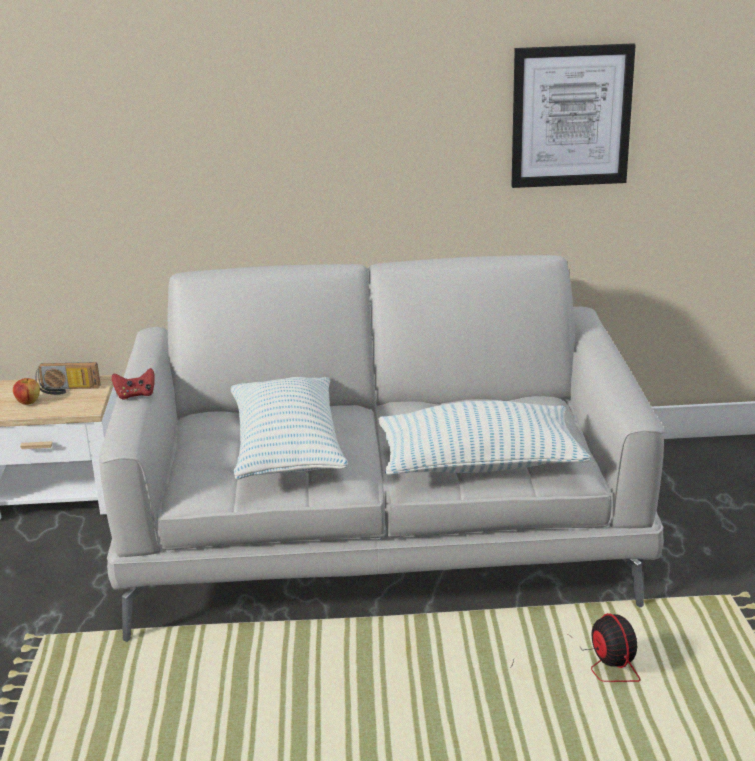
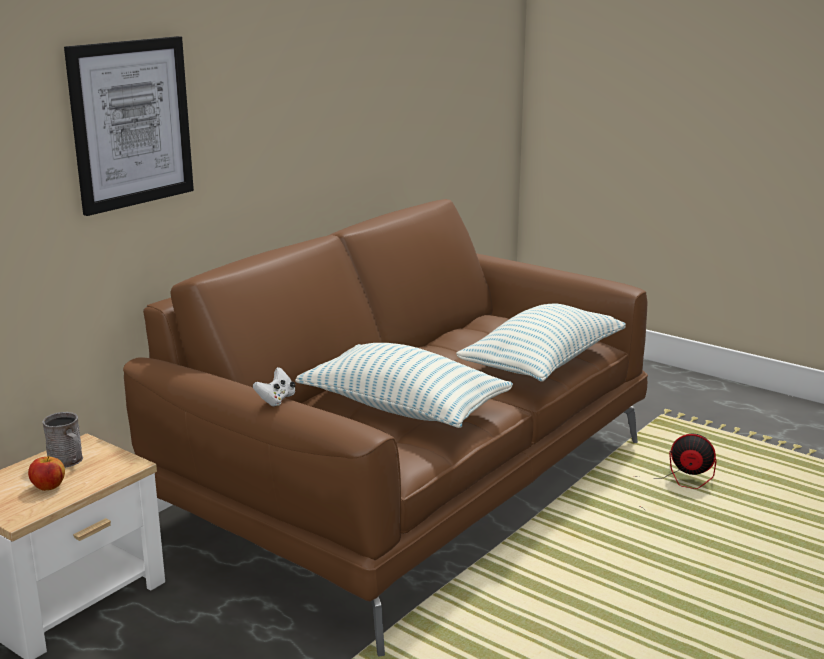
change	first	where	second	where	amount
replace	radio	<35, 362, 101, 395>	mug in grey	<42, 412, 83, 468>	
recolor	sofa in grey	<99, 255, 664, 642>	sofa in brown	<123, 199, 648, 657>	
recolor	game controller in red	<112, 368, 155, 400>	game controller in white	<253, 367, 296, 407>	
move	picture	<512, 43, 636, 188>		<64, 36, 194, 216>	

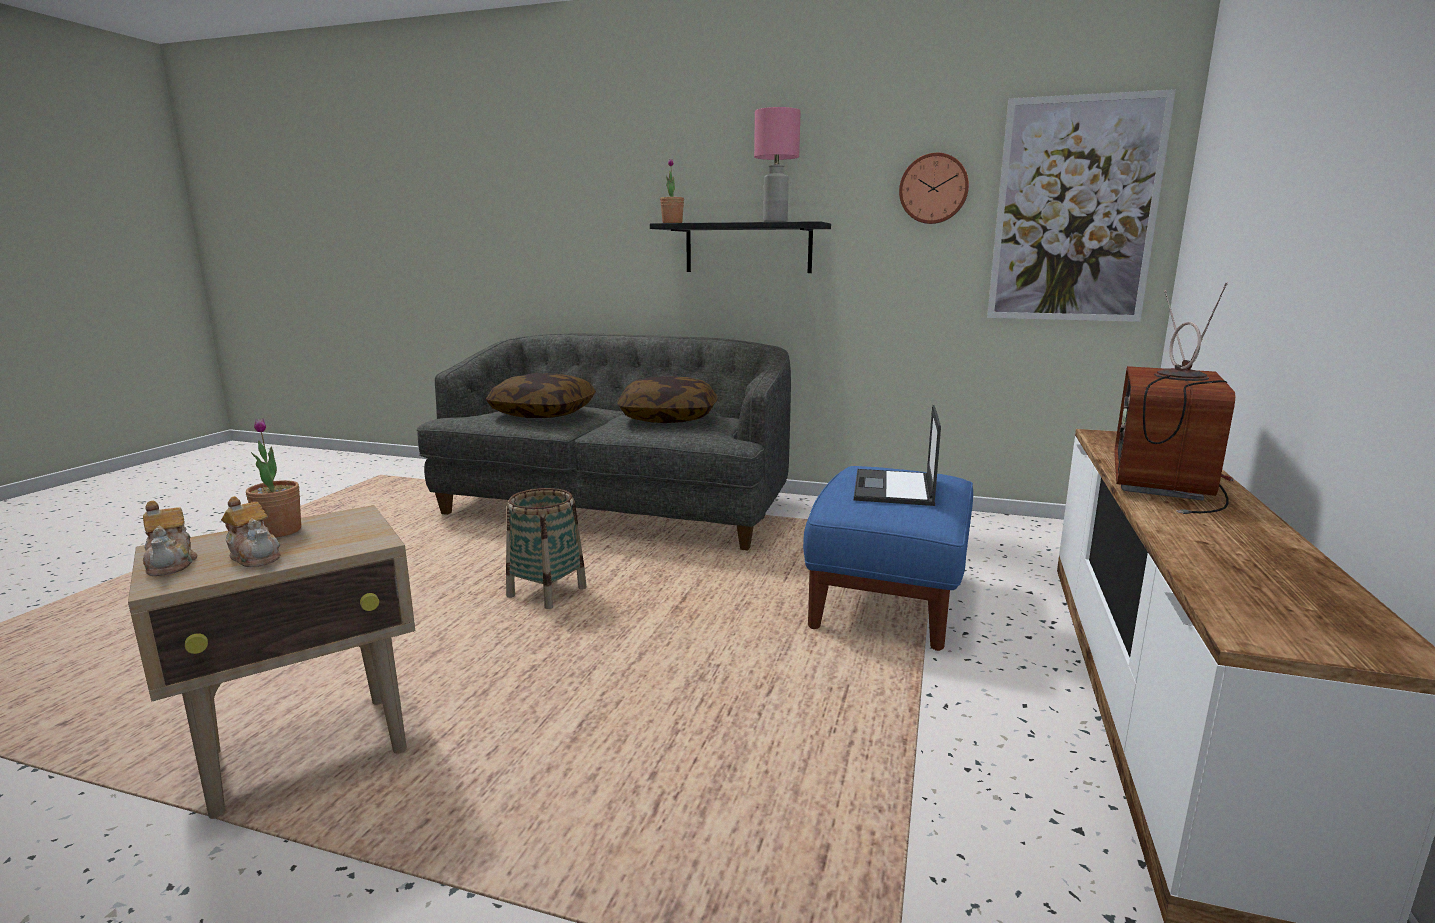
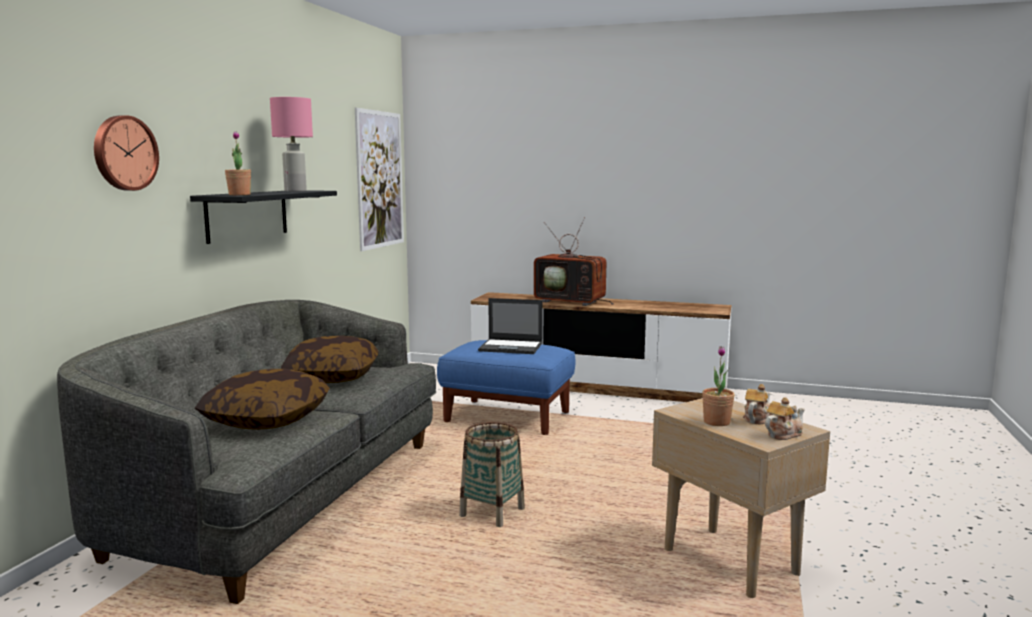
change	first	where	second	where	amount
move	wall clock	<899, 153, 969, 224>		<94, 115, 159, 191>	

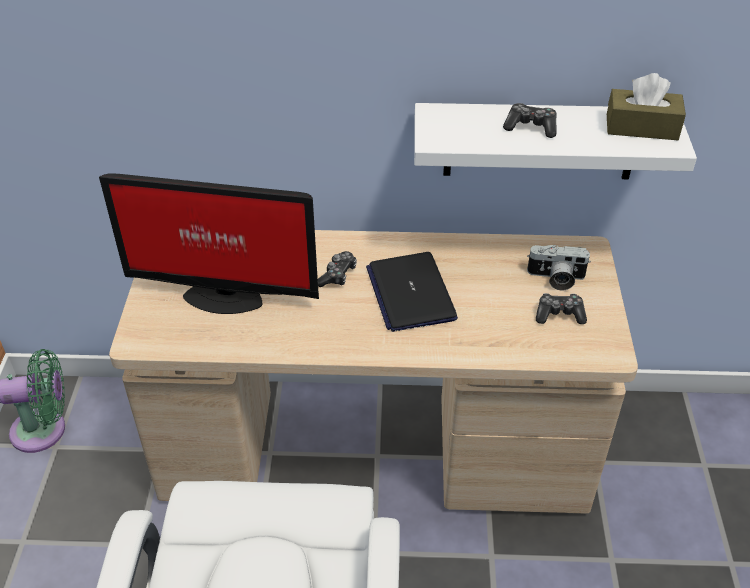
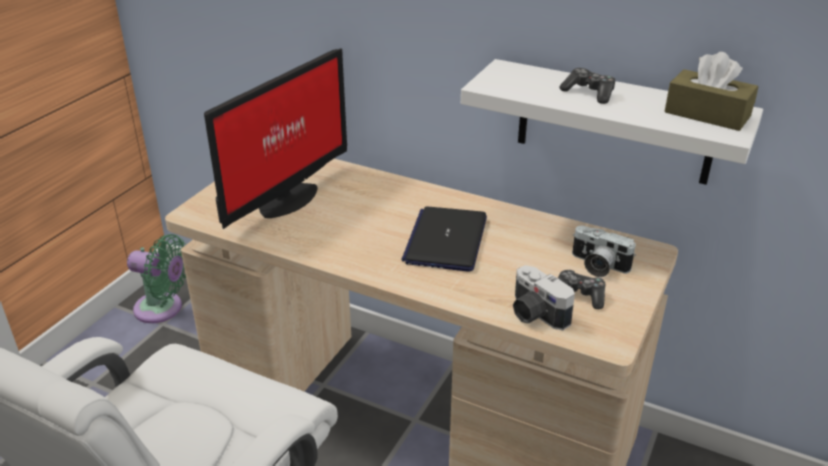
change	first	where	second	where	amount
rotate	monitor	<99, 173, 319, 314>		<204, 48, 347, 229>	90 degrees counterclockwise
delete	game controller	<318, 251, 357, 287>			
insert			photo camera	<513, 265, 575, 330>	

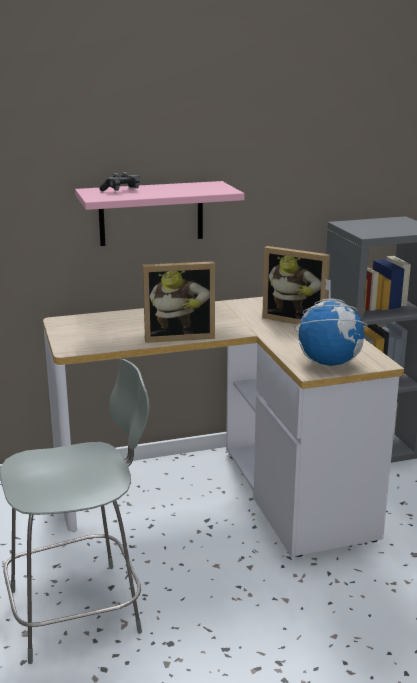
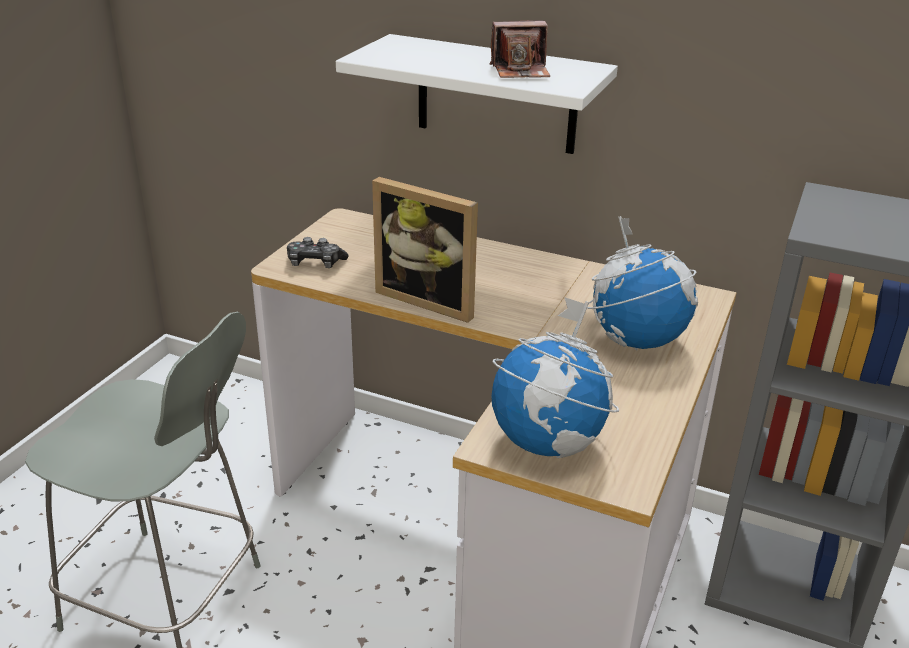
change	first	where	second	where	amount
recolor	shelf in pink	<75, 181, 245, 246>	shelf in white	<336, 34, 618, 154>	
move	game controller	<99, 172, 140, 191>		<287, 237, 348, 268>	
replace	picture frame	<262, 246, 330, 325>	globe	<587, 216, 698, 350>	
insert			photo camera	<489, 20, 550, 78>	

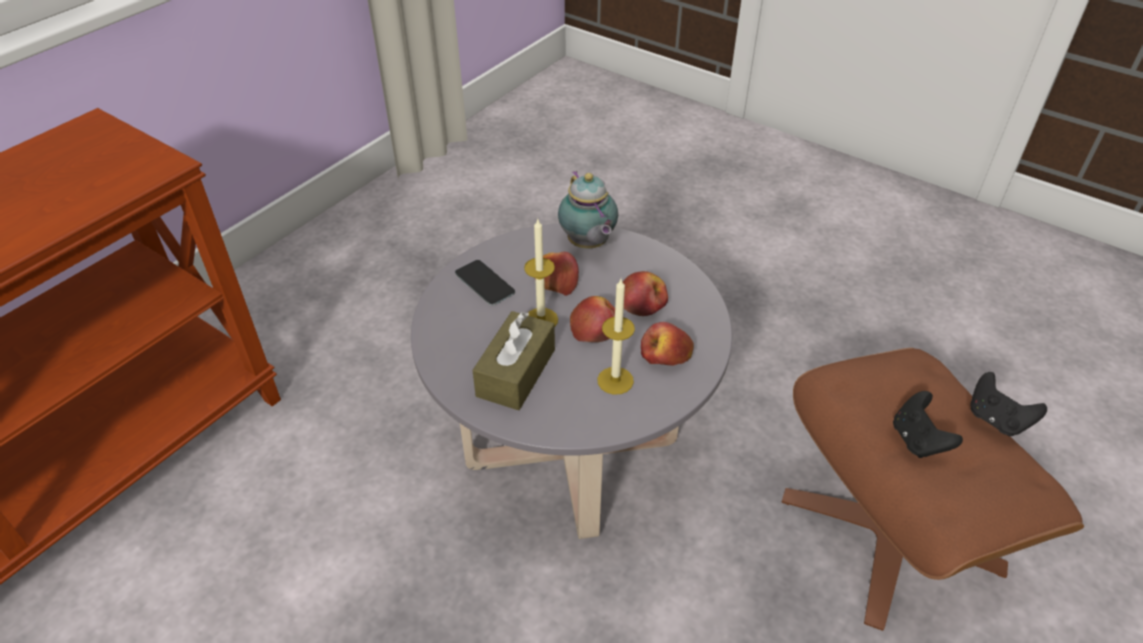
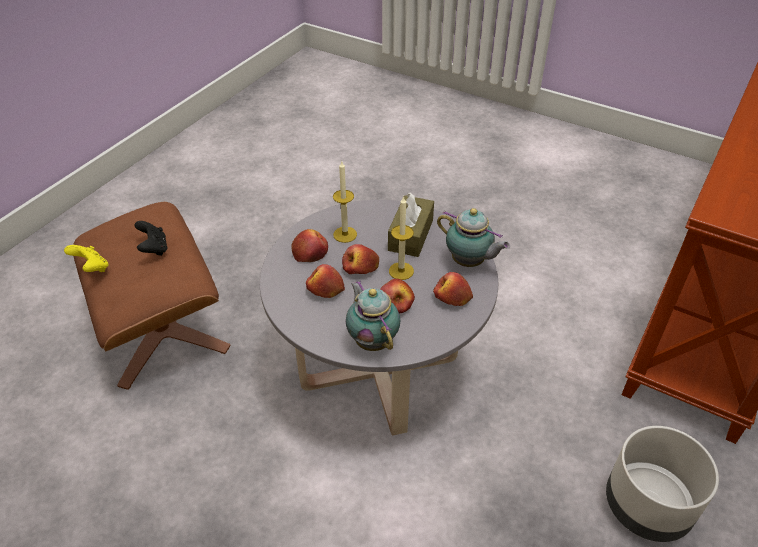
change	first	where	second	where	amount
replace	phone	<455, 260, 515, 306>	apple	<433, 272, 473, 306>	
recolor	game controller in black	<970, 372, 1047, 436>	game controller in yellow	<64, 245, 109, 272>	
insert			teapot	<437, 208, 510, 267>	
insert			planter in grey	<606, 426, 719, 542>	

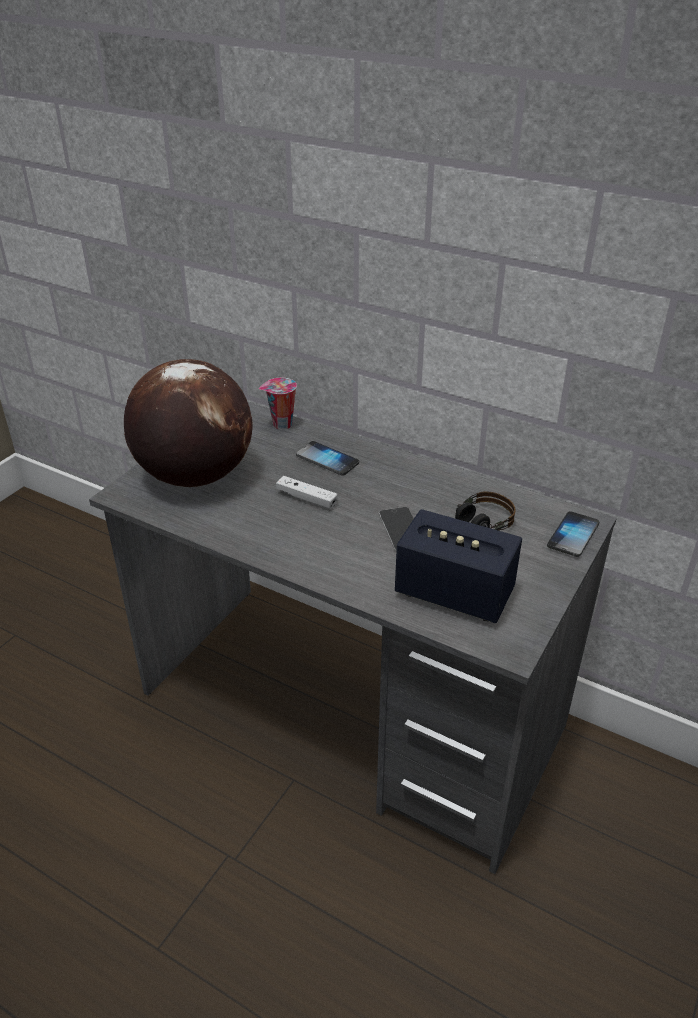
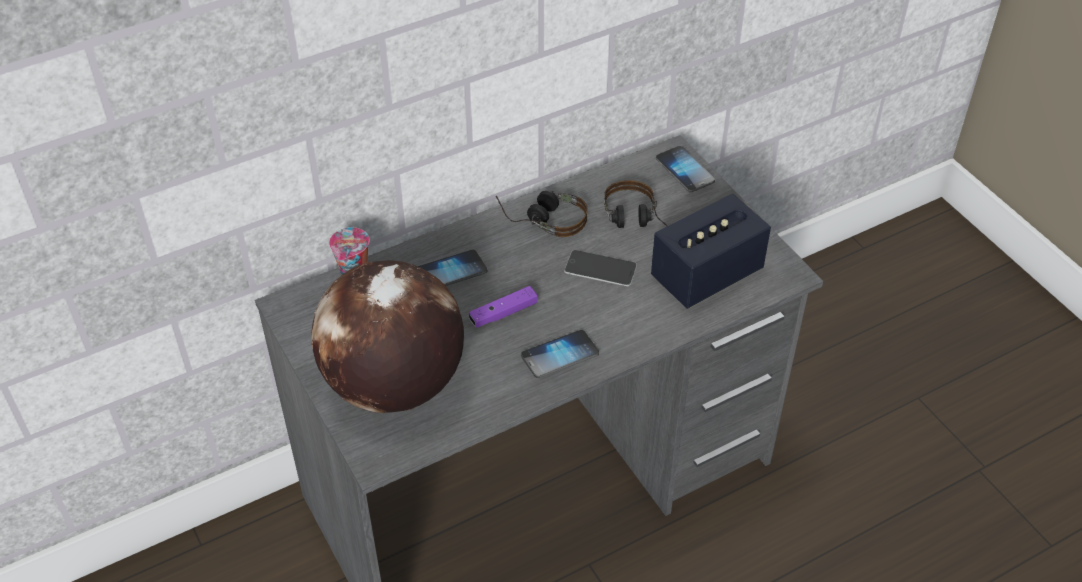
change	first	where	second	where	amount
recolor	game controller in white	<276, 476, 337, 509>	game controller in purple	<469, 286, 538, 328>	
insert			headphones	<495, 191, 588, 237>	
insert			phone	<521, 330, 599, 378>	

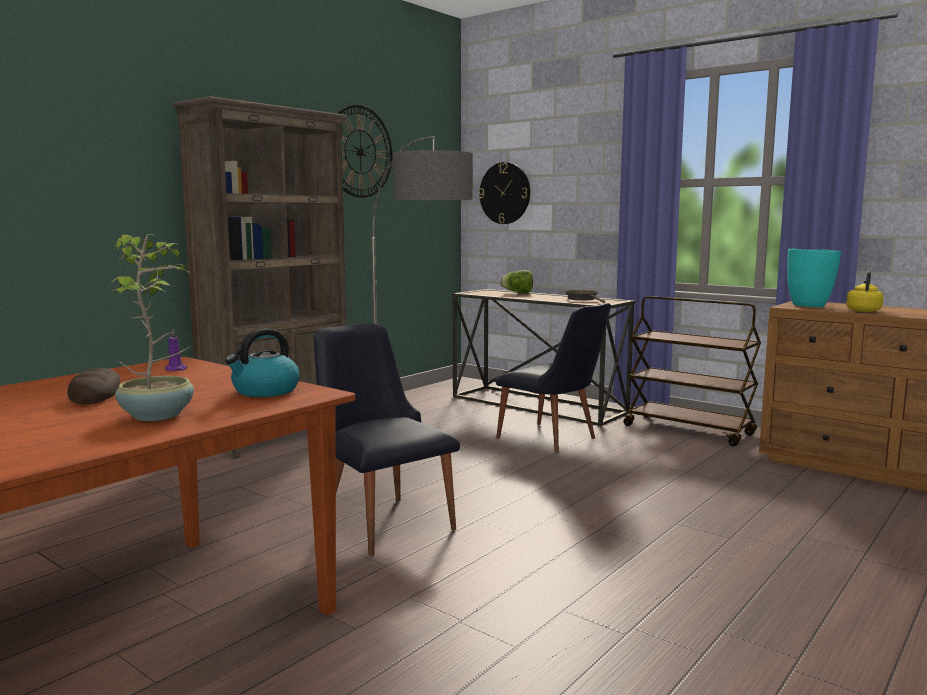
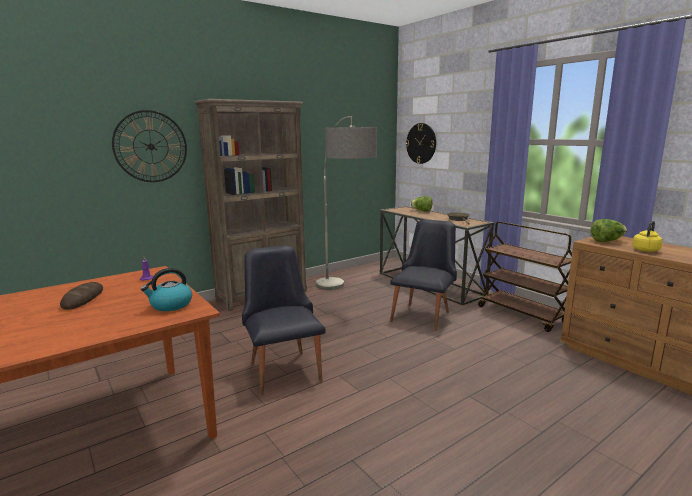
change	first	where	second	where	amount
delete	potted plant	<107, 234, 194, 421>			
move	wall clock	<337, 105, 392, 198>		<112, 110, 187, 182>	
rotate	chair in black	<496, 303, 611, 453>		<390, 219, 457, 331>	120 degrees counterclockwise
replace	vase in turquoise	<787, 248, 841, 307>	lettuce	<590, 219, 627, 242>	

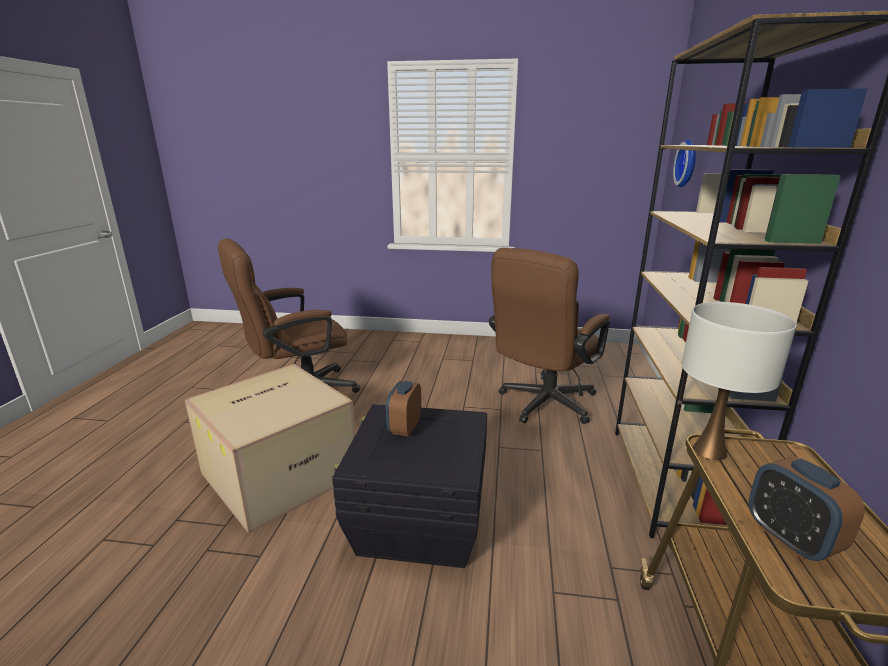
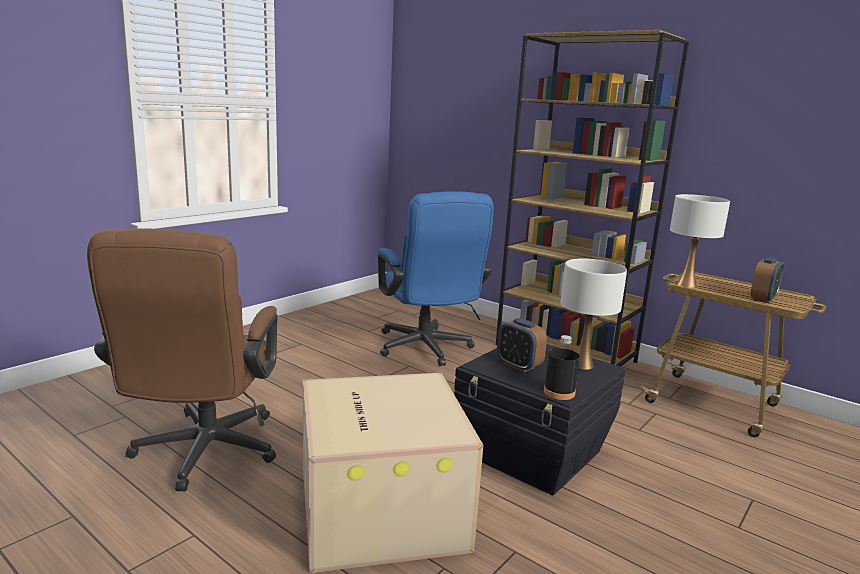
change	first	where	second	where	amount
recolor	office chair in brown	<489, 248, 610, 424>	office chair in blue	<378, 191, 494, 366>	
delete	wall clock	<673, 140, 696, 187>			
rotate	alarm clock	<749, 457, 865, 561>		<750, 257, 784, 303>	60 degrees counterclockwise
insert			bottle in black	<544, 335, 580, 400>	
insert			table lamp in white	<560, 259, 627, 370>	

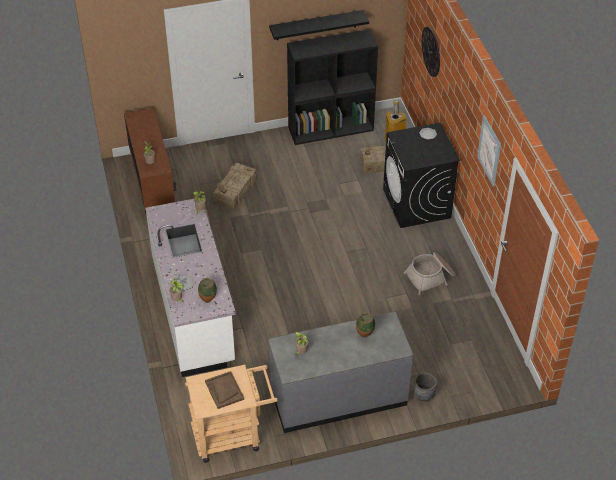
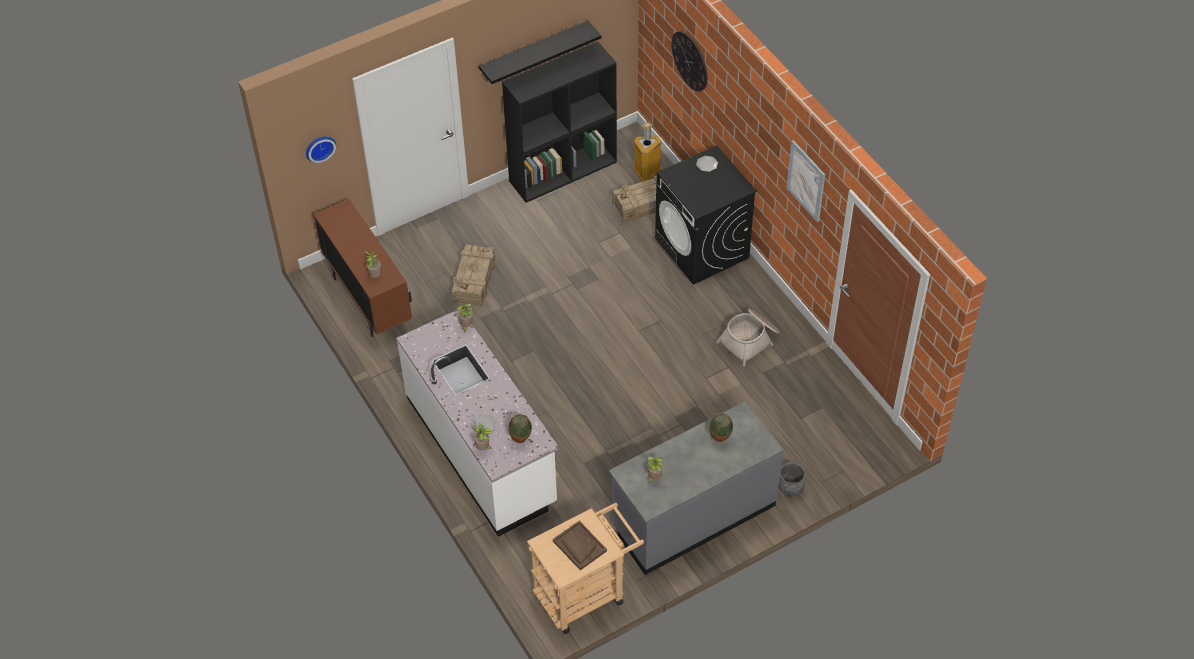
change	first	where	second	where	amount
insert			wall clock	<306, 136, 336, 163>	

